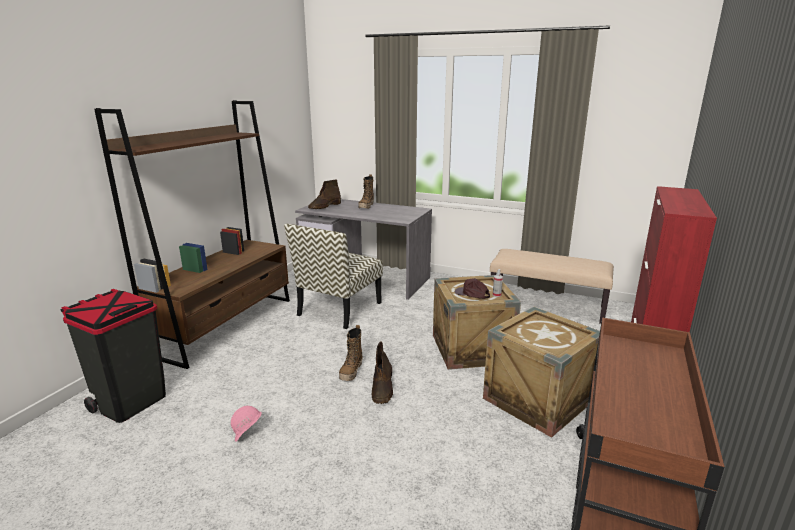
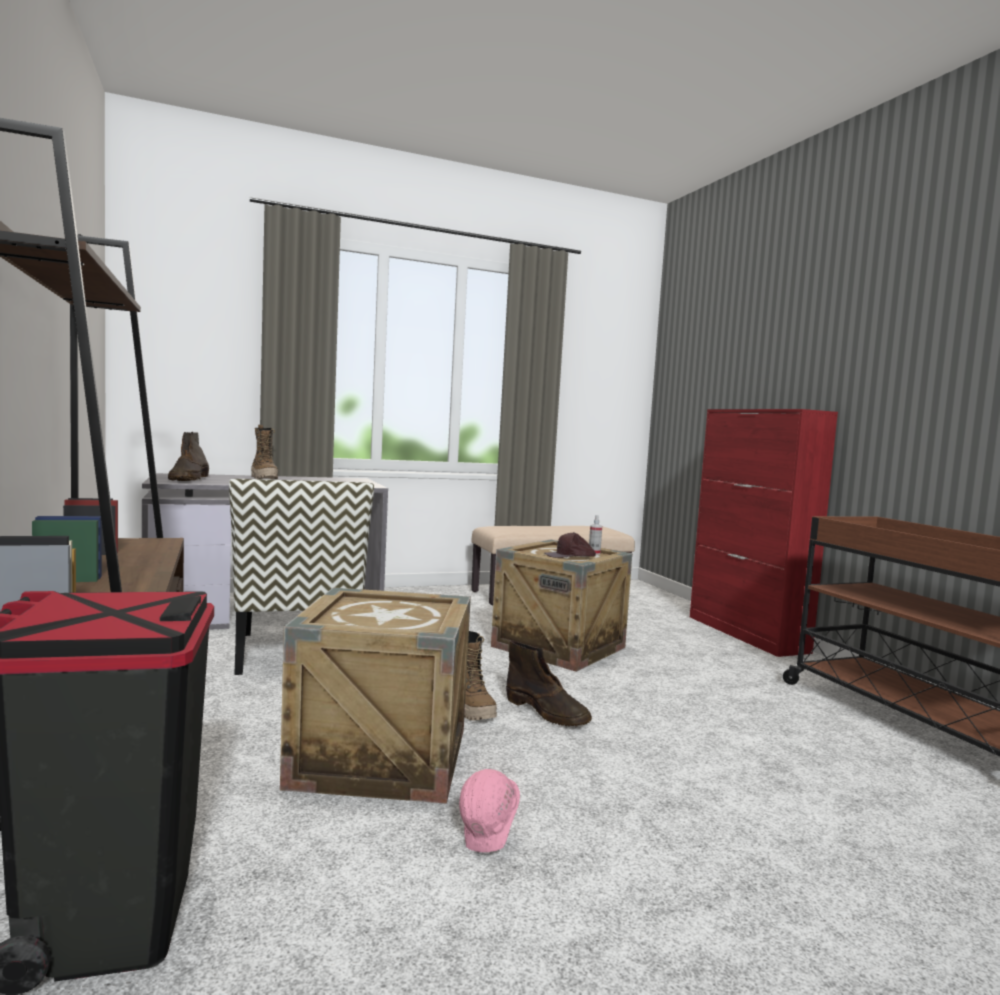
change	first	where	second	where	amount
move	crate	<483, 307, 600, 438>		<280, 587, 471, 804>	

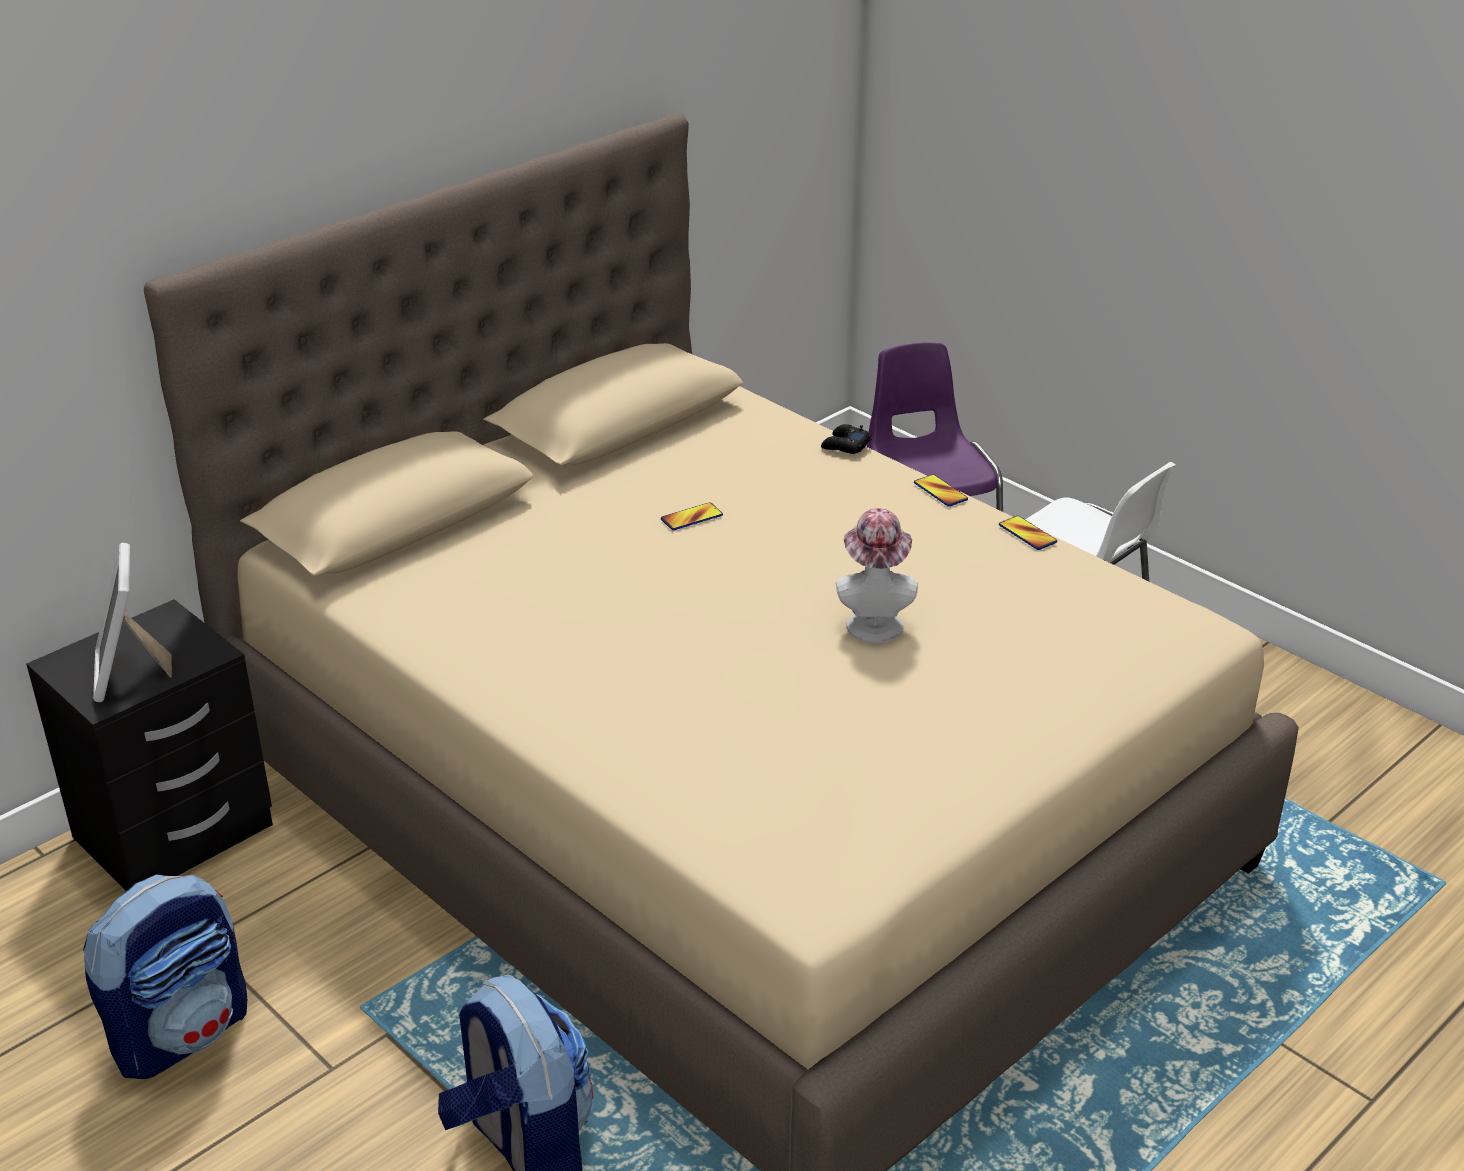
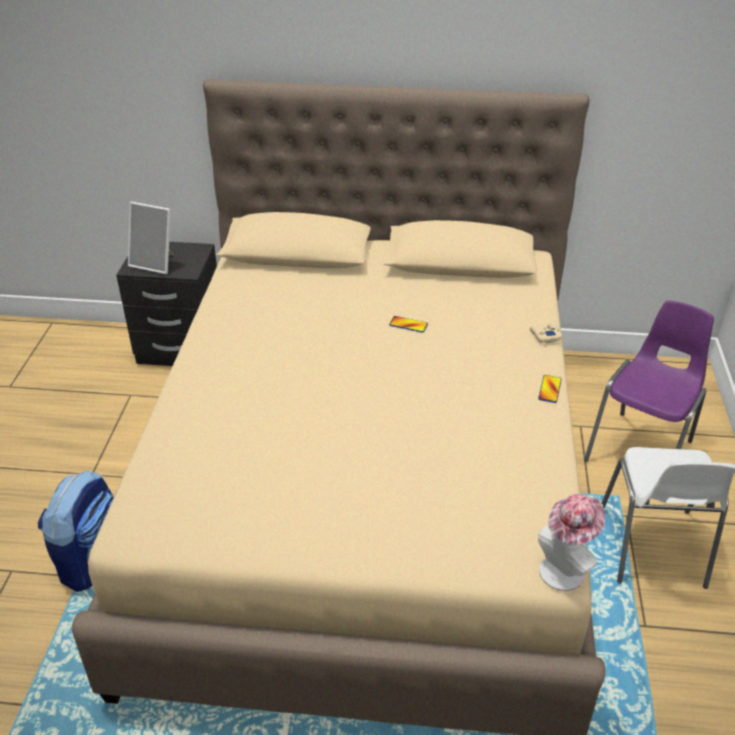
change	first	where	second	where	amount
delete	backpack	<83, 874, 247, 1079>			
rotate	picture frame	<93, 543, 172, 702>		<128, 202, 174, 274>	105 degrees counterclockwise
recolor	game controller in black	<821, 424, 872, 454>	game controller in beige	<530, 323, 562, 343>	
move	hat	<836, 508, 918, 643>		<538, 494, 605, 591>	
delete	phone	<999, 516, 1057, 550>			

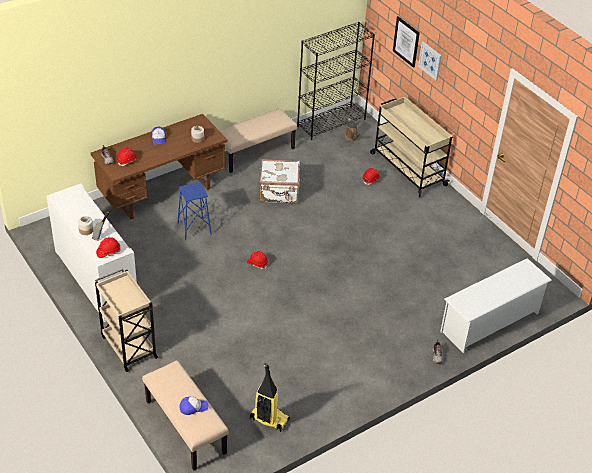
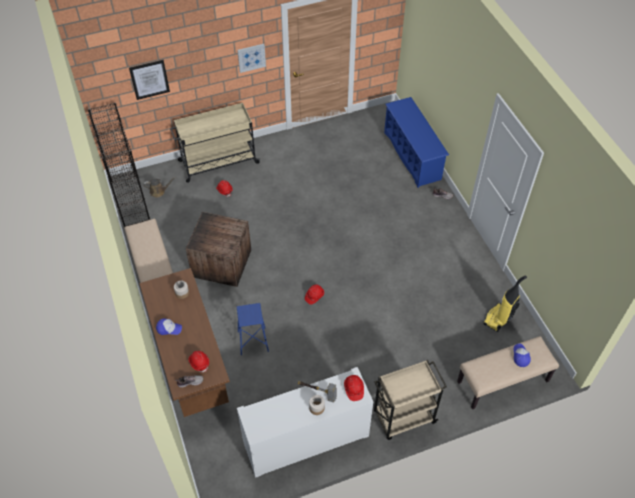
change	first	where	second	where	amount
replace	suitcase in white	<259, 159, 300, 204>	crate	<186, 212, 251, 287>	
move	picture	<418, 42, 442, 81>		<237, 44, 266, 73>	
recolor	shoe rack in white	<440, 258, 552, 353>	shoe rack in blue	<384, 97, 449, 188>	

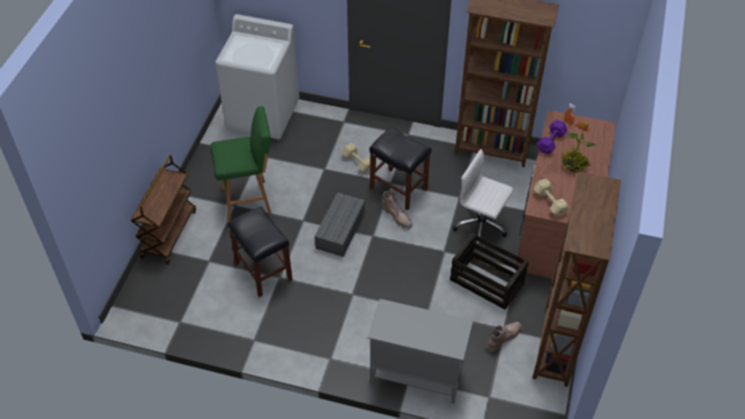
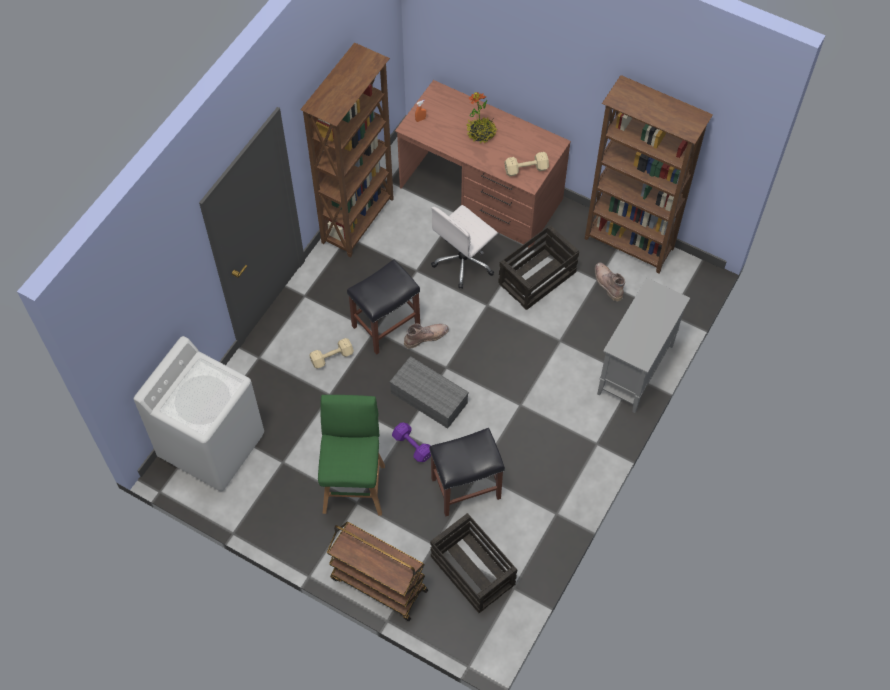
change	first	where	second	where	amount
move	dumbbell in purple	<537, 120, 568, 154>		<392, 423, 431, 462>	
insert			crate	<430, 513, 517, 613>	

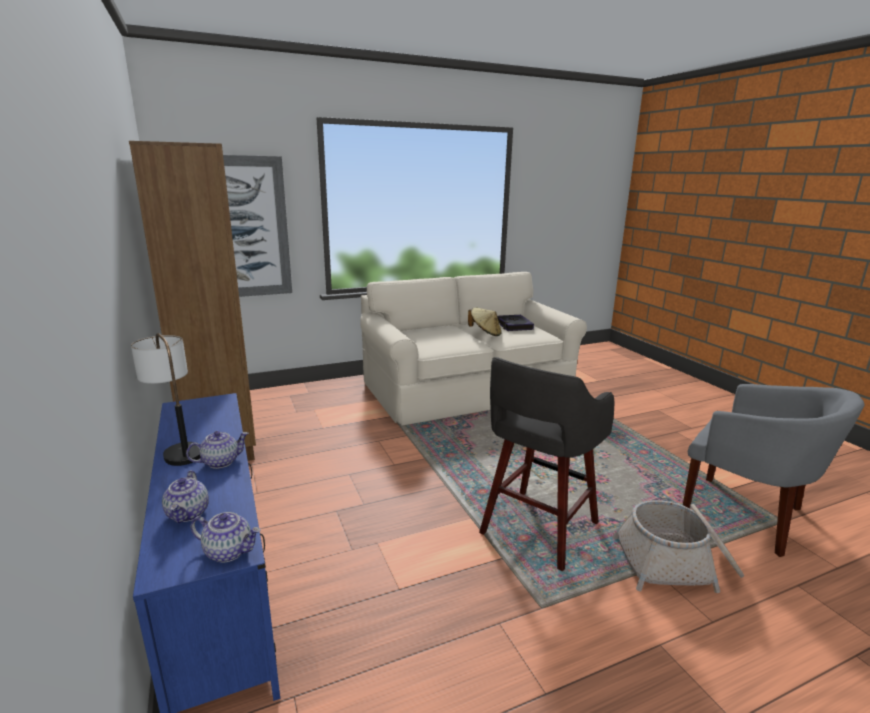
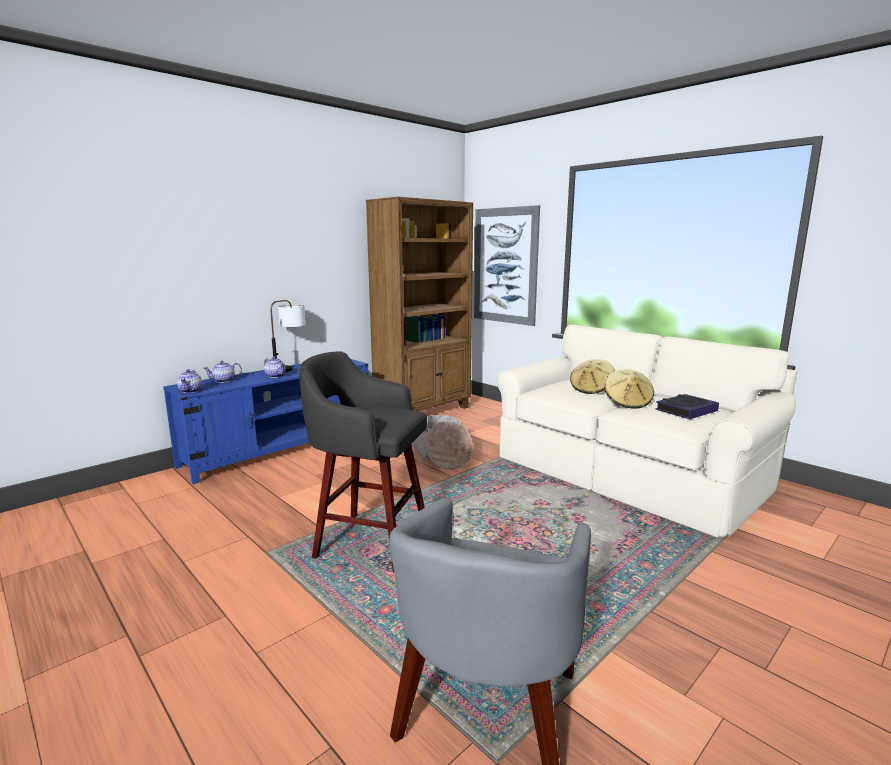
change	first	where	second	where	amount
move	basket	<612, 500, 744, 593>		<411, 415, 473, 469>	
insert			hat in beige	<570, 360, 615, 394>	

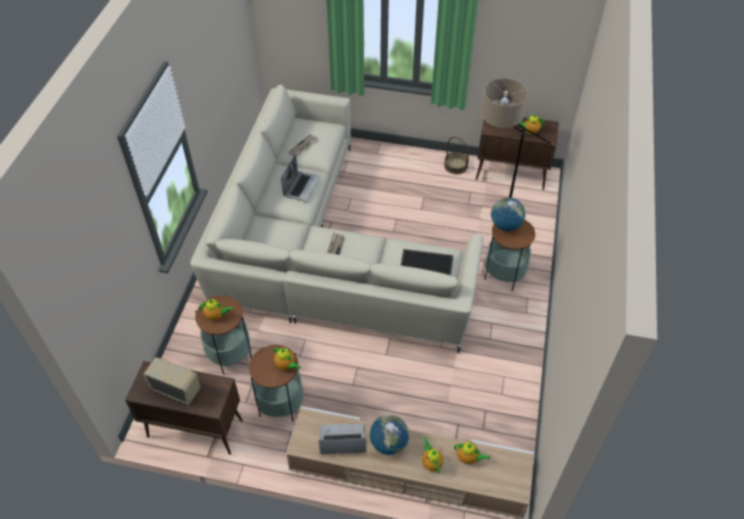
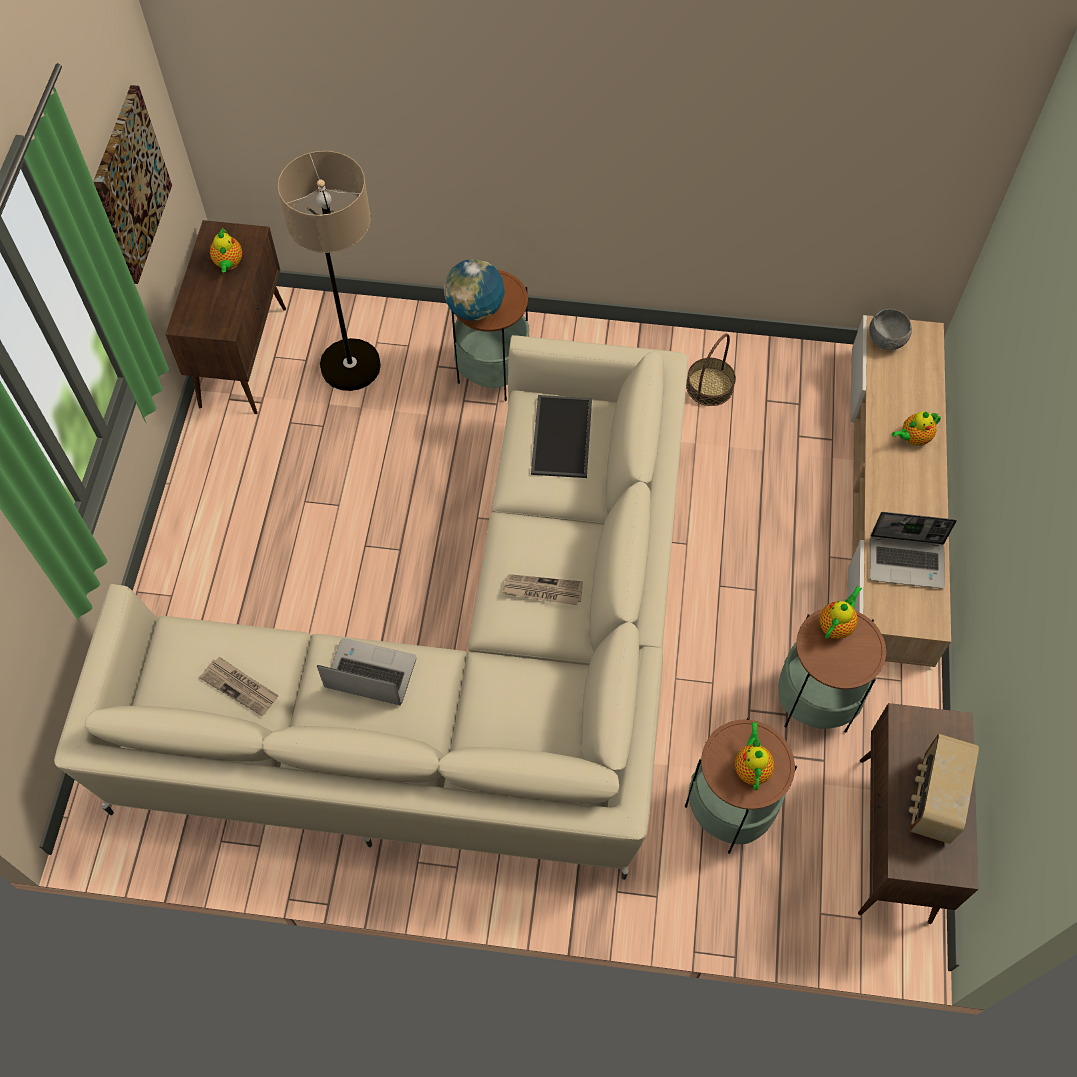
change	first	where	second	where	amount
rotate	laptop	<319, 423, 366, 454>		<870, 512, 957, 589>	75 degrees counterclockwise
delete	globe	<370, 414, 409, 455>			
move	basket	<444, 137, 469, 174>		<686, 334, 736, 406>	
delete	teapot	<454, 442, 490, 464>			
insert			picture	<93, 85, 172, 284>	
insert			bowl in grey	<869, 309, 912, 350>	

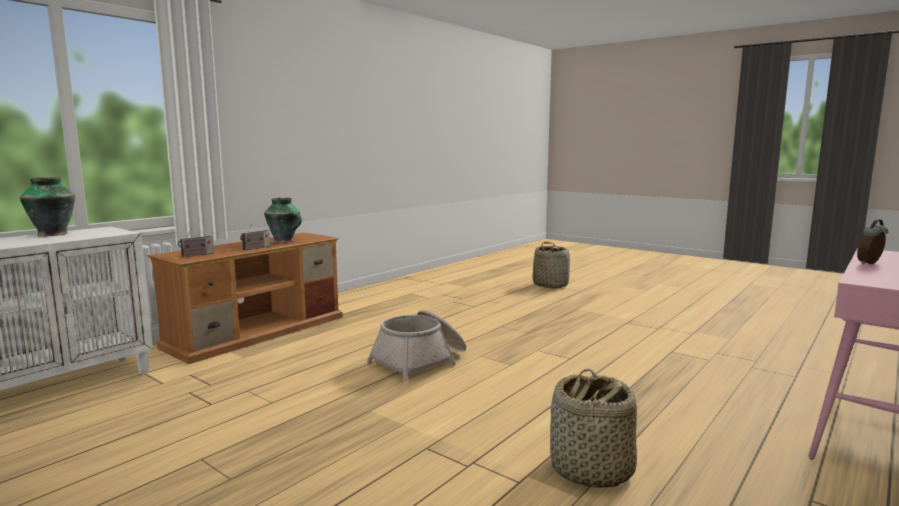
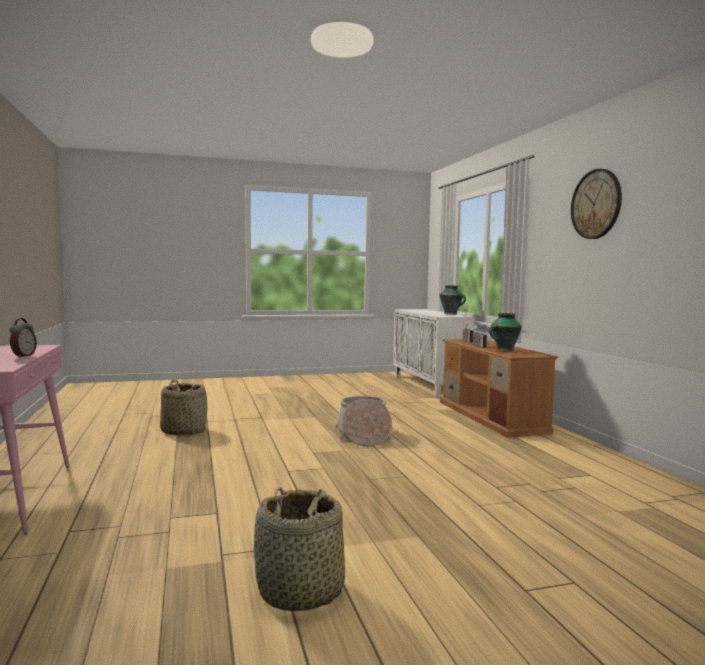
change	first	where	second	where	amount
move	basket	<533, 242, 570, 288>		<254, 487, 345, 611>	
insert			wall clock	<571, 169, 622, 239>	

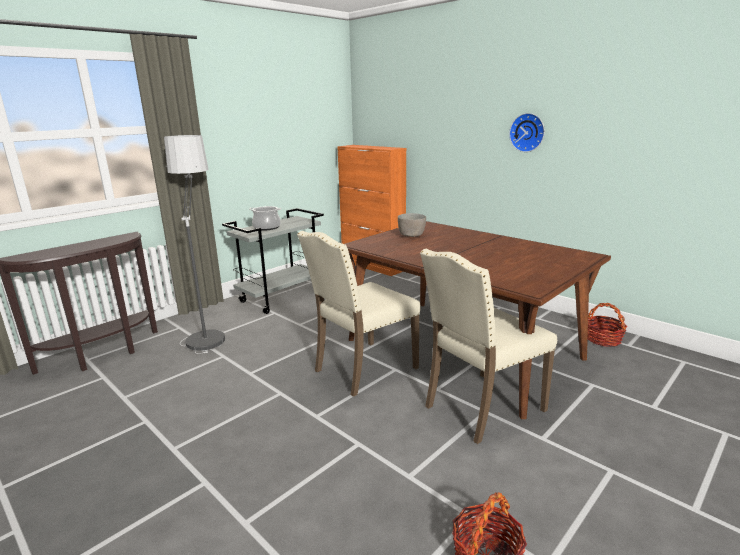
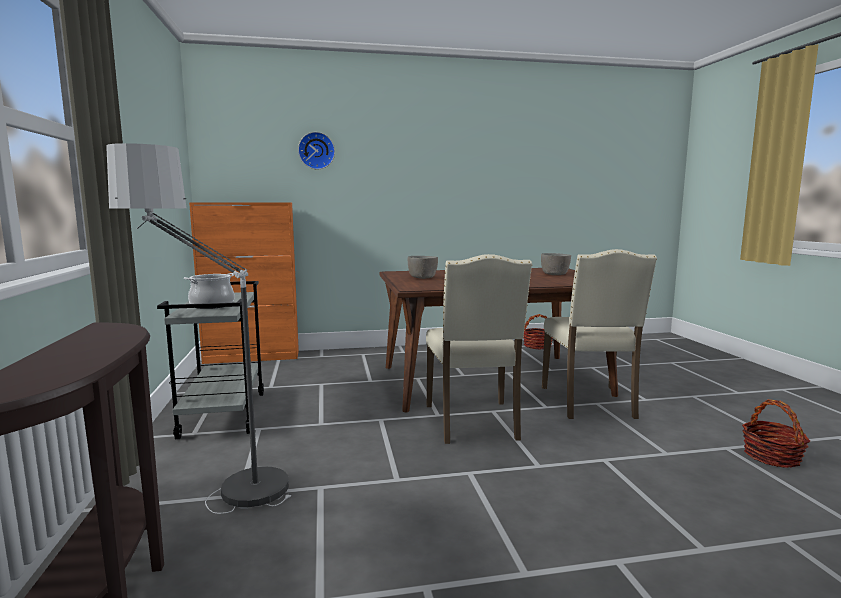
change	first	where	second	where	amount
move	wall clock	<509, 113, 545, 152>		<298, 132, 335, 169>	
insert			bowl in grey	<541, 253, 571, 275>	

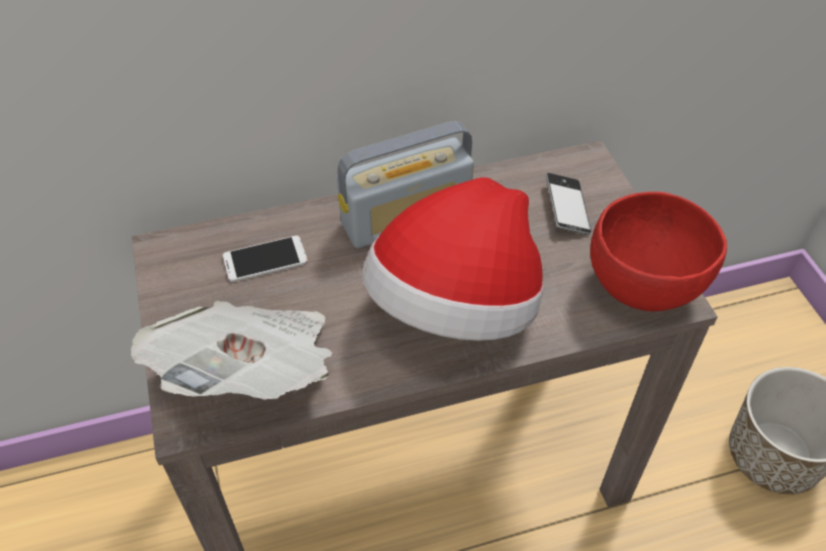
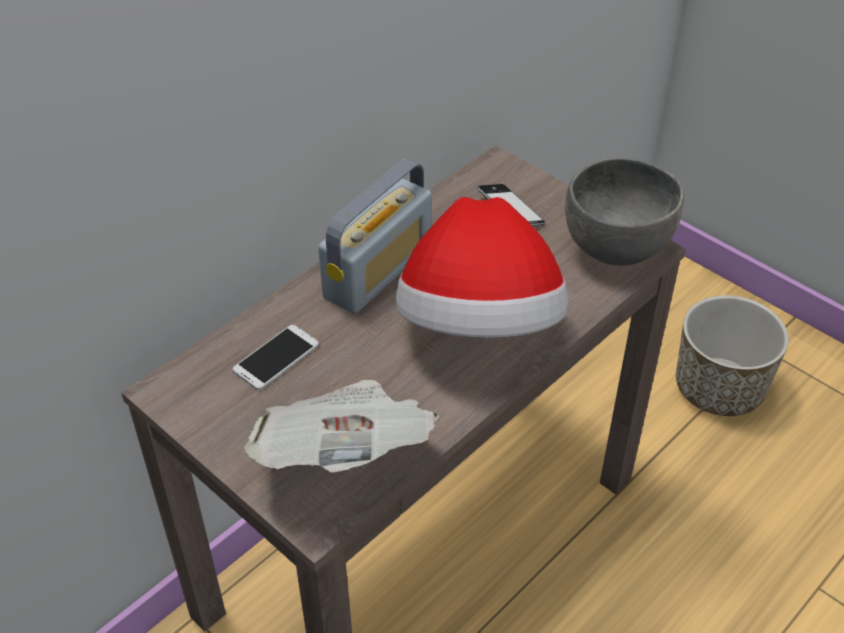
change	first	where	second	where	amount
recolor	bowl in red	<590, 192, 727, 312>	bowl in grey	<565, 158, 684, 266>	

